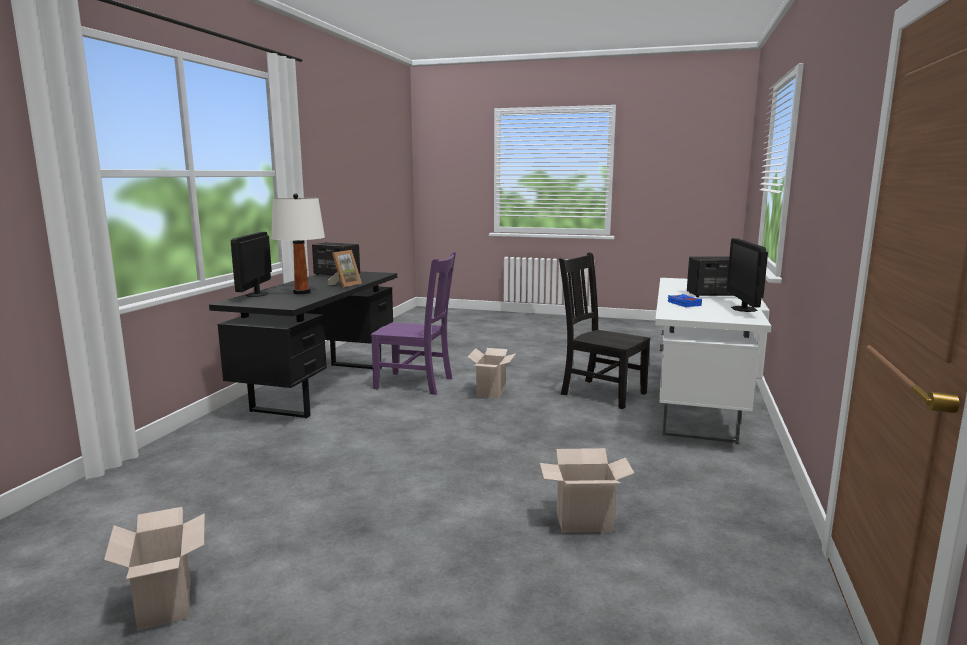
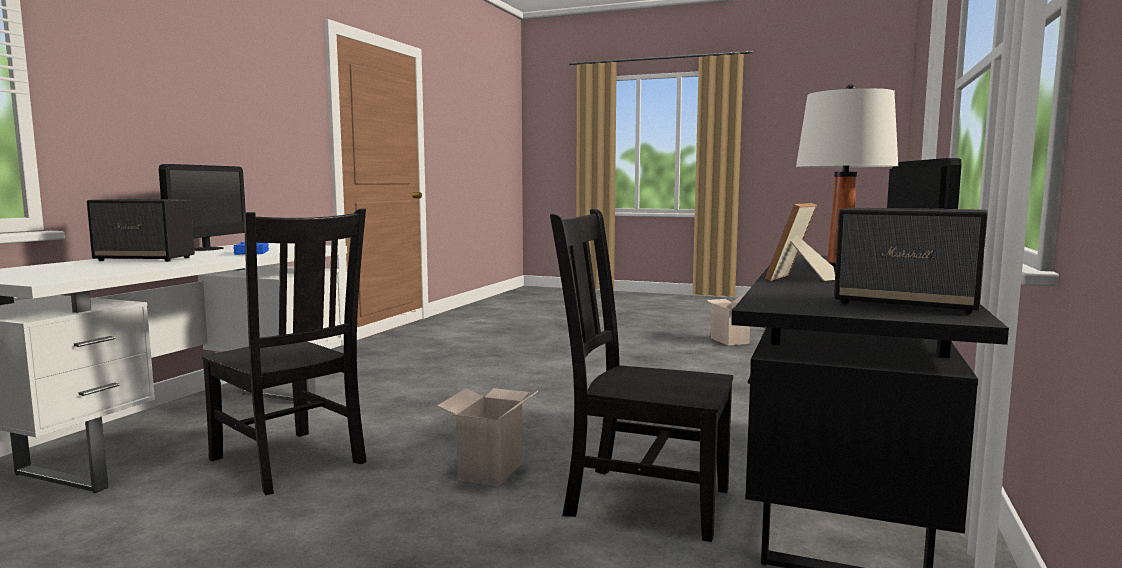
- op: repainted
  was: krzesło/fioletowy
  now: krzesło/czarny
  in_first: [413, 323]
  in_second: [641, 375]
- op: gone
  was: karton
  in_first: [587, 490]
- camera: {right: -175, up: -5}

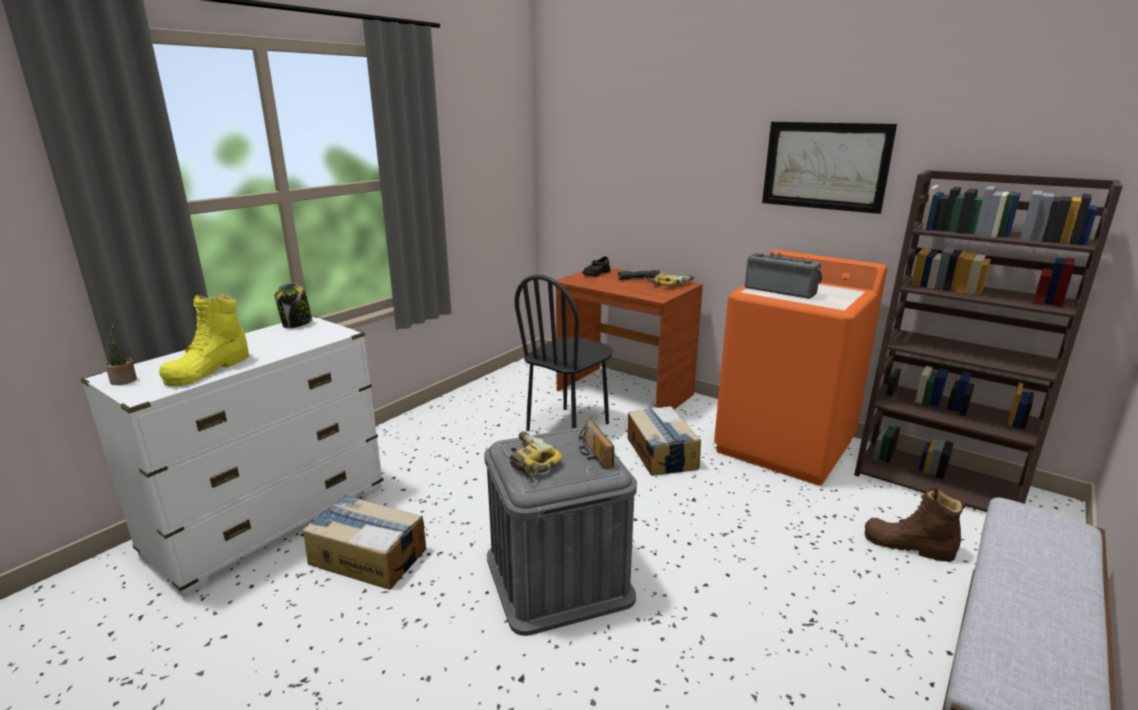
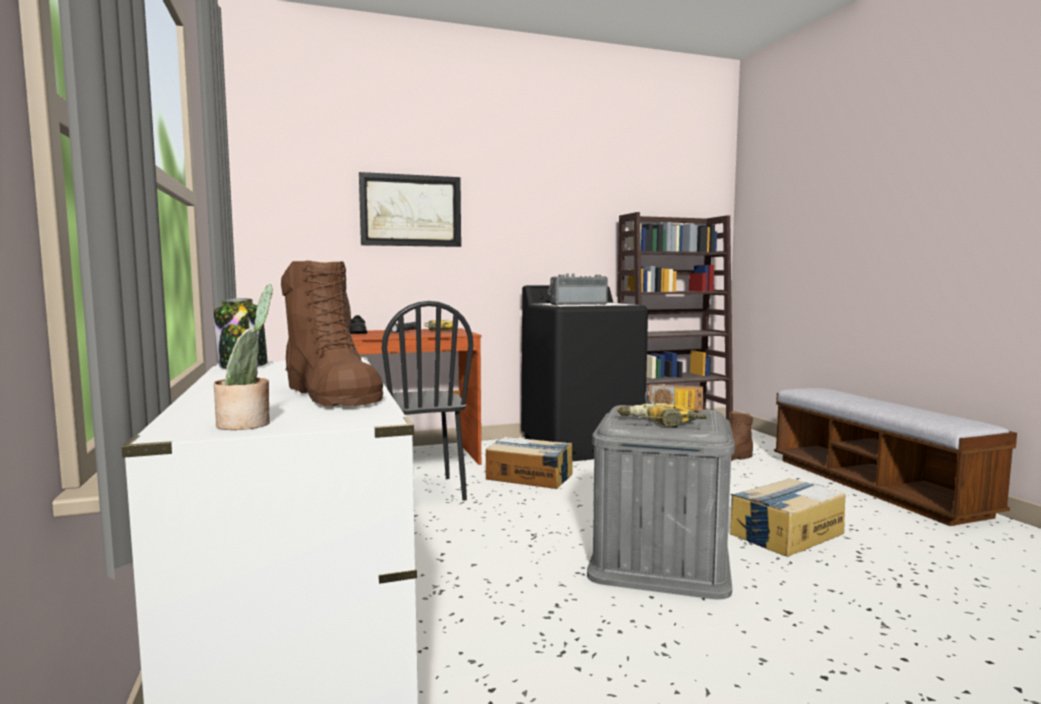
- op: repainted
  was: but z cholewką/żółty
  now: but z cholewką/brązowy
  in_first: [204, 340]
  in_second: [332, 333]
- op: shifted
  was: karton
  in_first: [364, 542]
  in_second: [787, 517]
- op: repainted
  was: pralka/pomarańczowy
  now: pralka/czarny
  in_first: [800, 368]
  in_second: [585, 373]
- op: shifted
  was: obraz
  in_first: [829, 168]
  in_second: [410, 209]
- camera: {right: -55, up: -15}

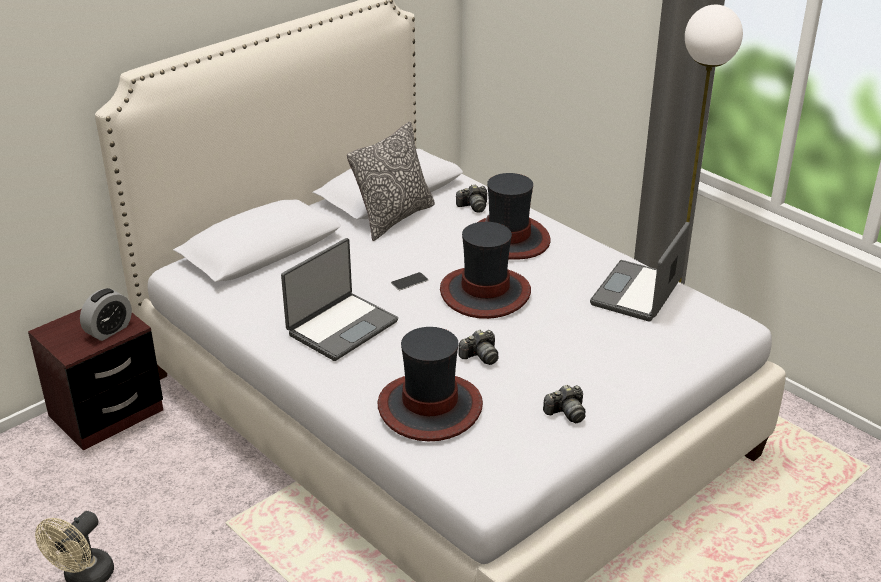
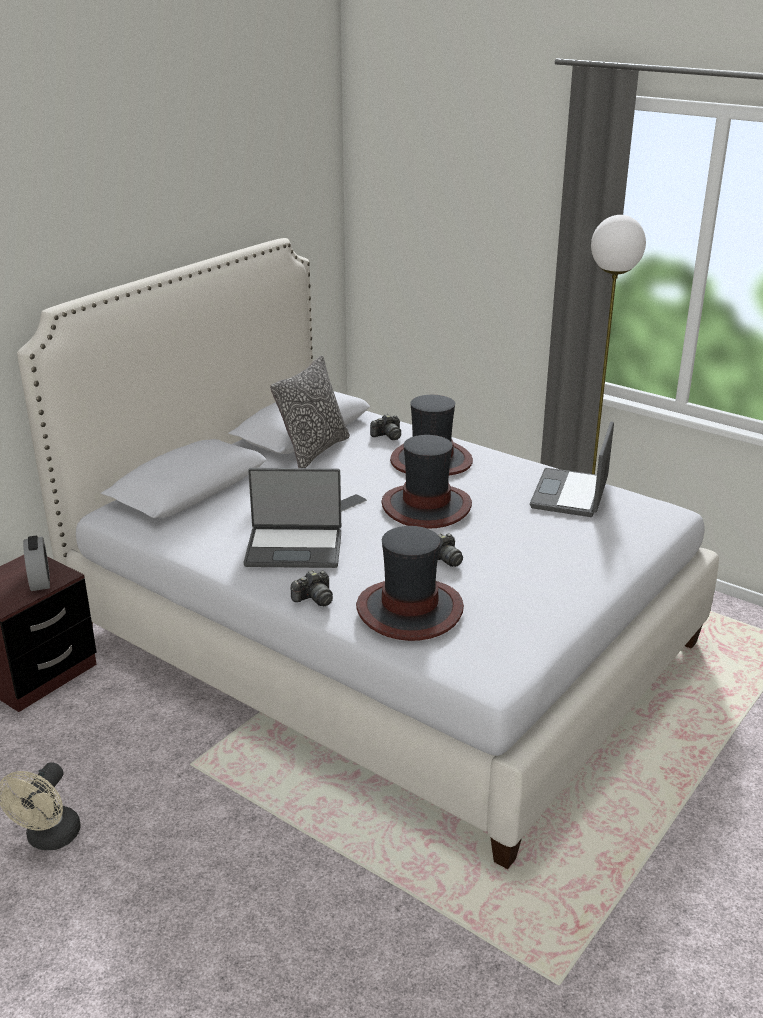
- op: rotated
  was: budzik
  in_first: [106, 314]
  in_second: [36, 563]
  clockwise: -45
- op: rotated
  was: laptop
  in_first: [339, 299]
  in_second: [292, 518]
  clockwise: 60
- op: shifted
  was: aparat fotograficzny
  in_first: [564, 404]
  in_second: [312, 588]
- camera: {right: -10, up: -5}

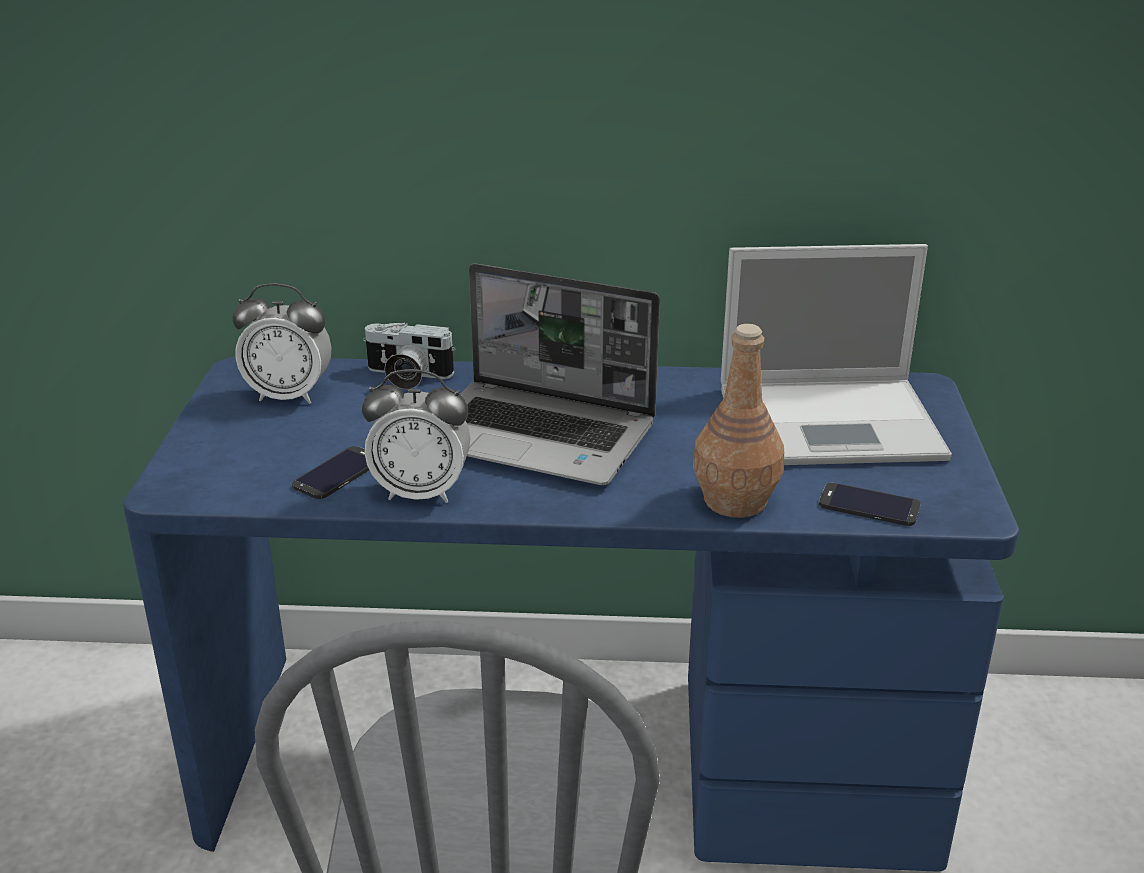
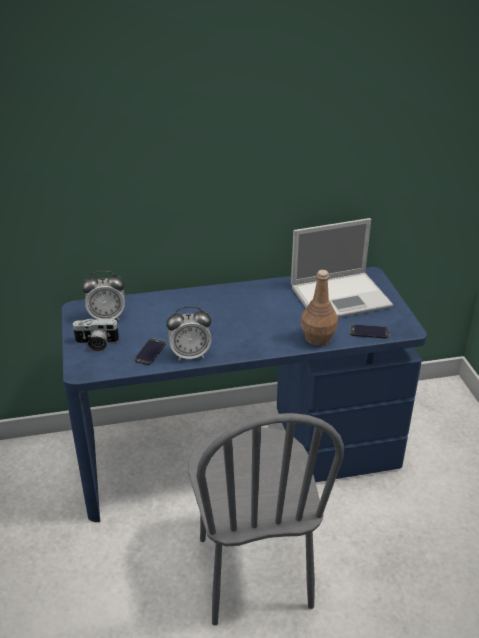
- op: shifted
  was: aparat fotograficzny
  in_first: [409, 356]
  in_second: [95, 335]
- op: gone
  was: laptop
  in_first: [560, 374]
- camera: {right: -15, up: 5}

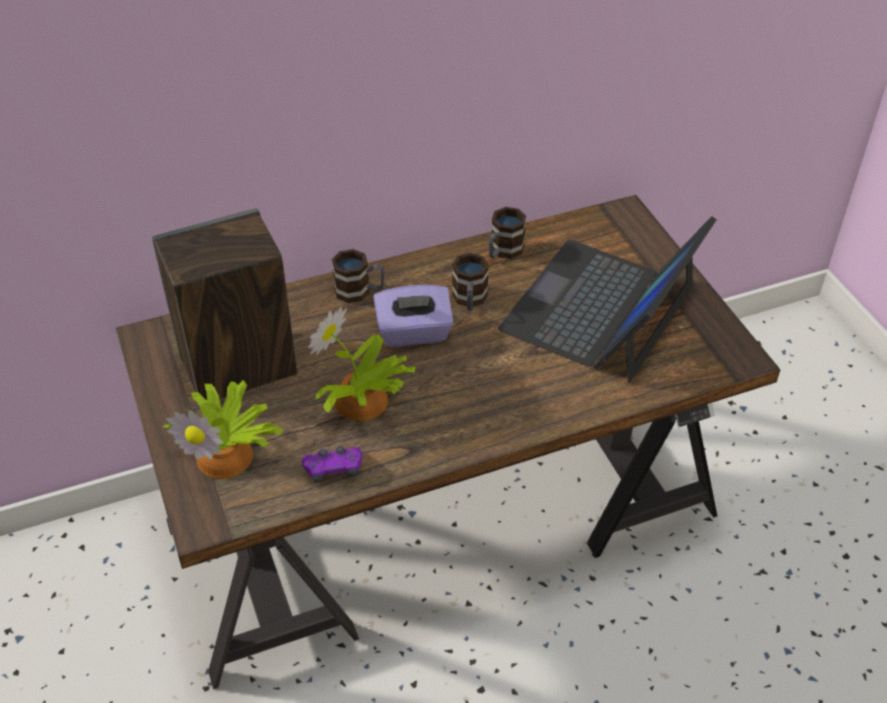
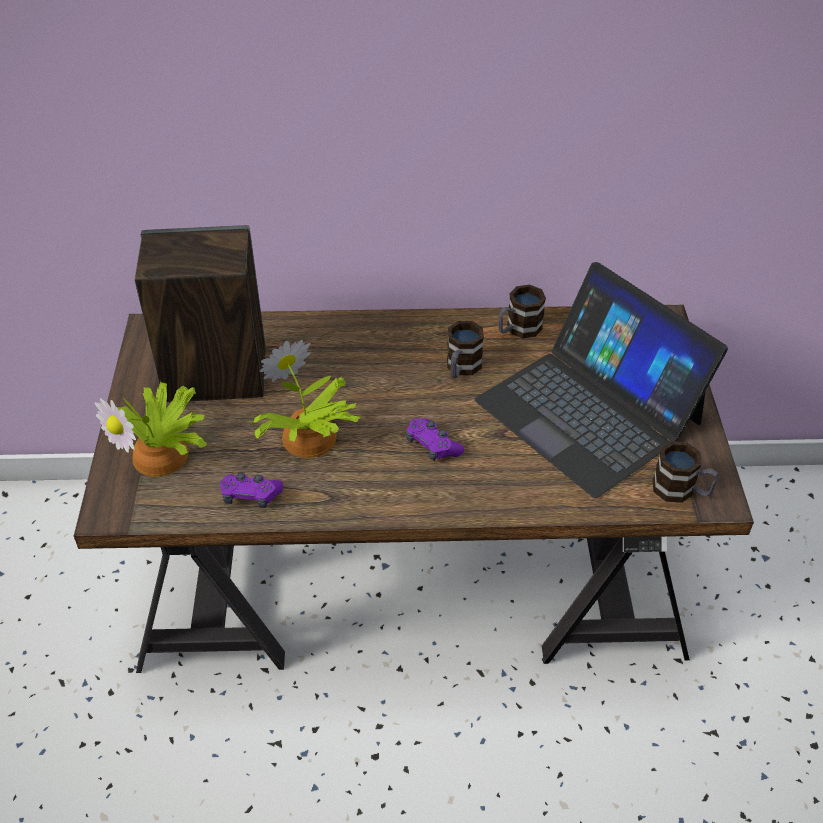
- op: shifted
  was: kubek
  in_first: [358, 276]
  in_second: [685, 472]
- op: gone
  was: pudełko chusteczek/fioletowy
  in_first: [414, 316]
- op: rotated
  was: laptop
  in_first: [607, 299]
  in_second: [601, 380]
  clockwise: -90
- op: new
  now: pad do gier/fioletowy
  in_second: [435, 440]
- camera: {right: 20, up: 0}

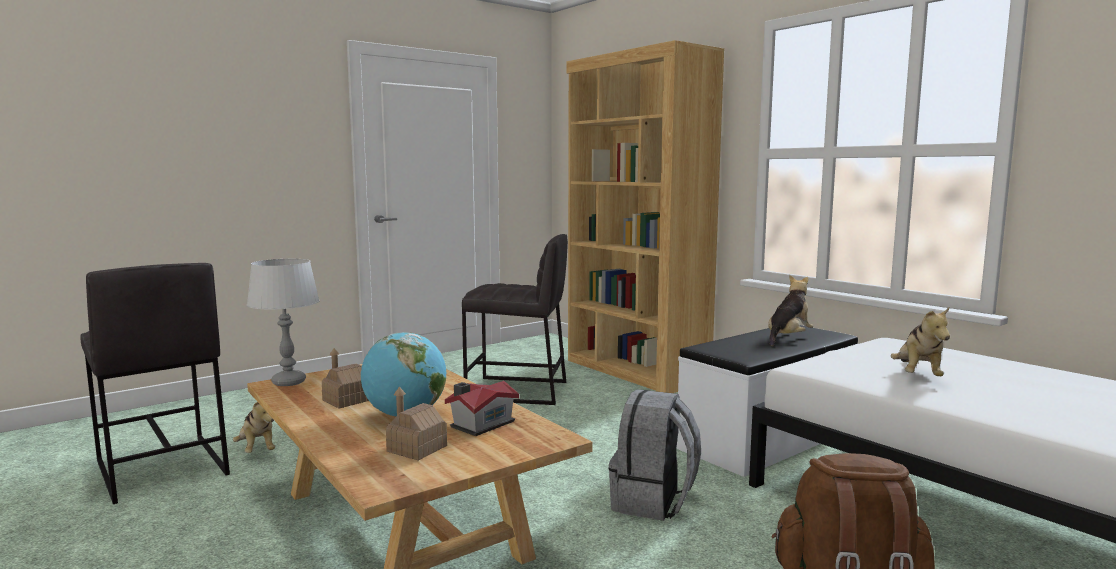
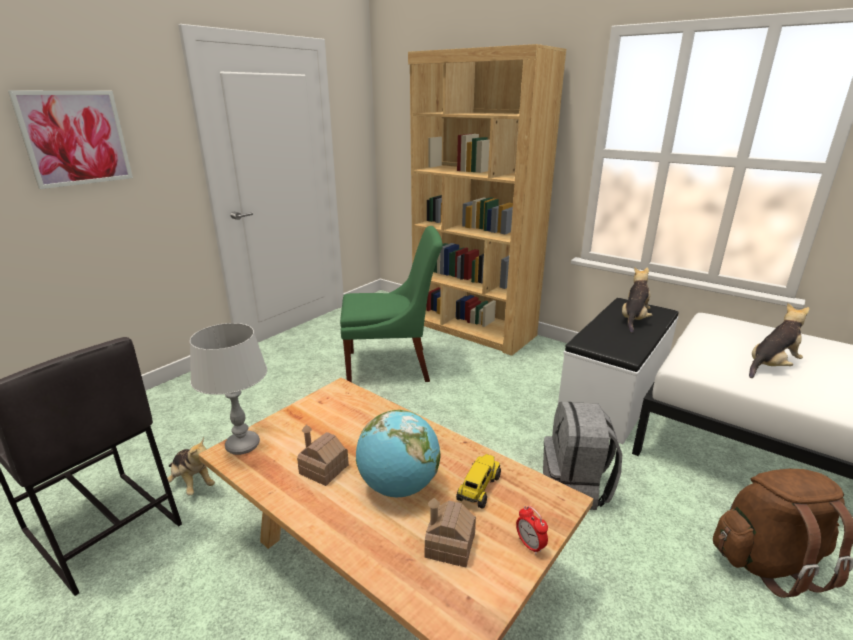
- op: swapped
  was: domek
  now: ciężarówka zabawkowa
  in_first: [482, 408]
  in_second: [478, 481]
- op: swapped
  was: stołek/szary
  now: krzesło/zielony
  in_first: [515, 319]
  in_second: [391, 304]
- op: rotated
  was: pluszak
  in_first: [920, 341]
  in_second: [779, 340]
  clockwise: -120
- op: new
  now: obraz
  in_second: [70, 140]
- op: new
  now: budzik
  in_second: [532, 530]
- camera: {right: -15, up: 15}

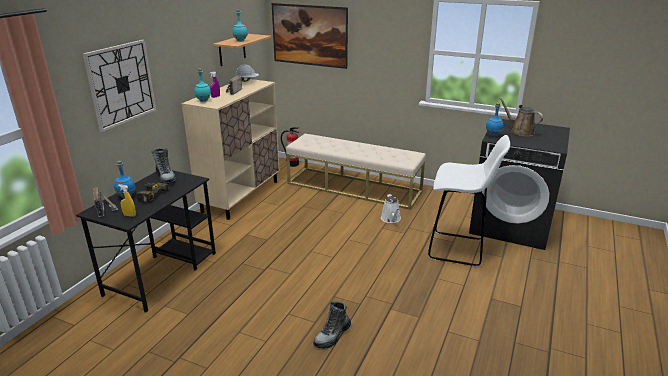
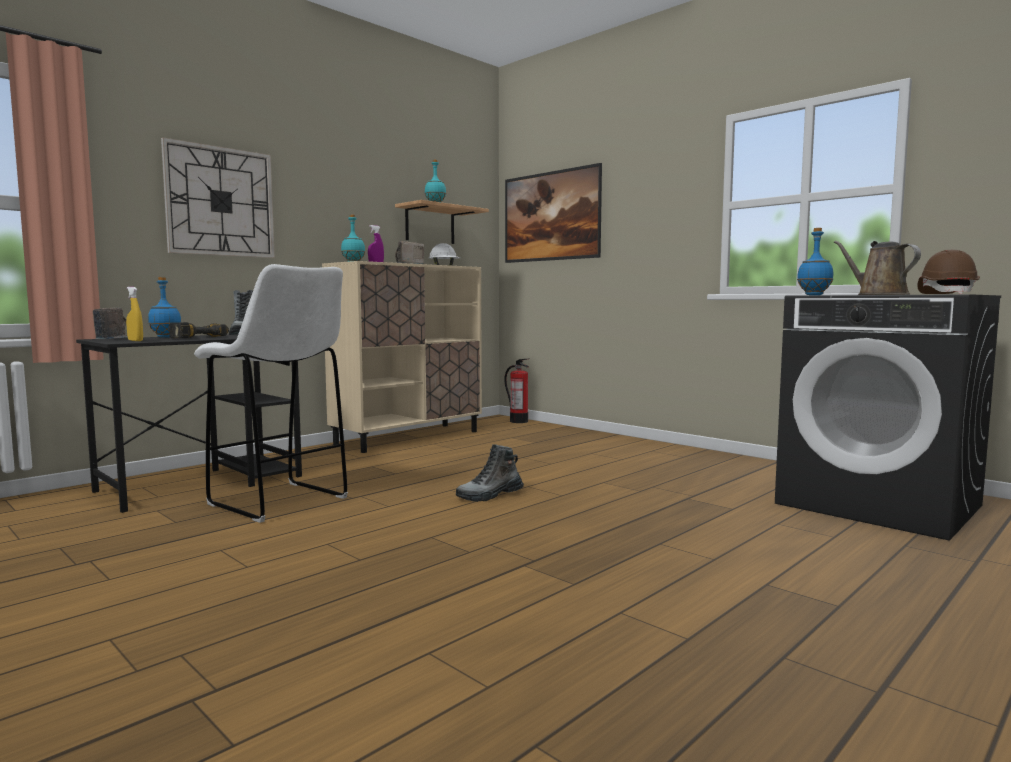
- op: gone
  was: ławka/beżowy
  in_first: [356, 172]
- op: shifted
  was: but z cholewką
  in_first: [332, 325]
  in_second: [490, 473]
- op: gone
  was: konewka/biały
  in_first: [391, 208]
- op: shifted
  was: stołek/biały
  in_first: [469, 201]
  in_second: [271, 393]
- op: new
  now: kask/brązowy
  in_second: [948, 272]
- camera: {right: 20, up: -20}

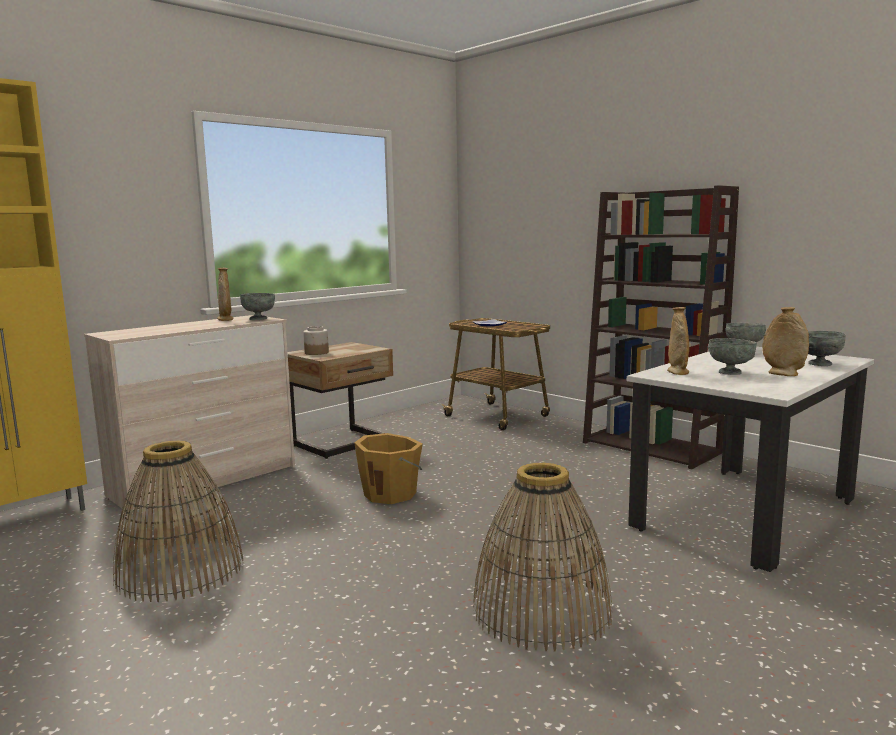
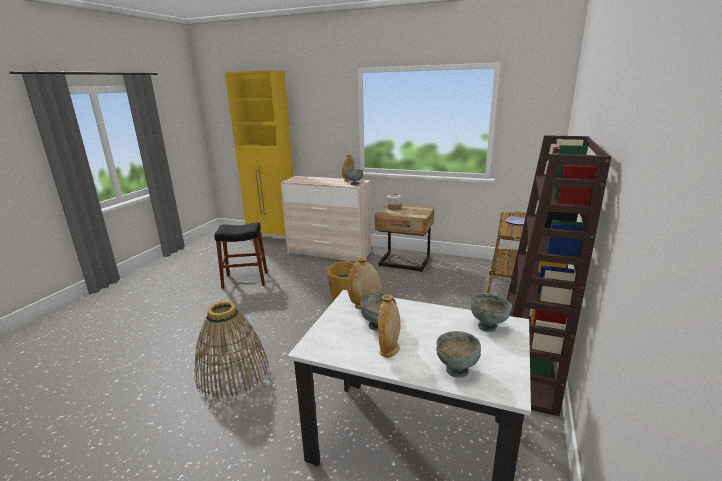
- op: swapped
  was: koszyk
  now: stołek/czarny
  in_first: [178, 521]
  in_second: [241, 256]
- camera: {right: 65, up: 10}

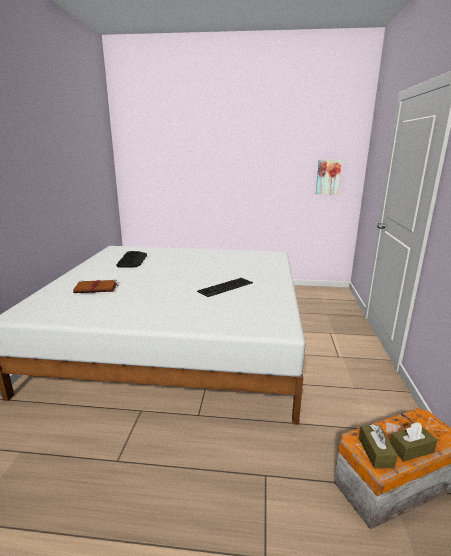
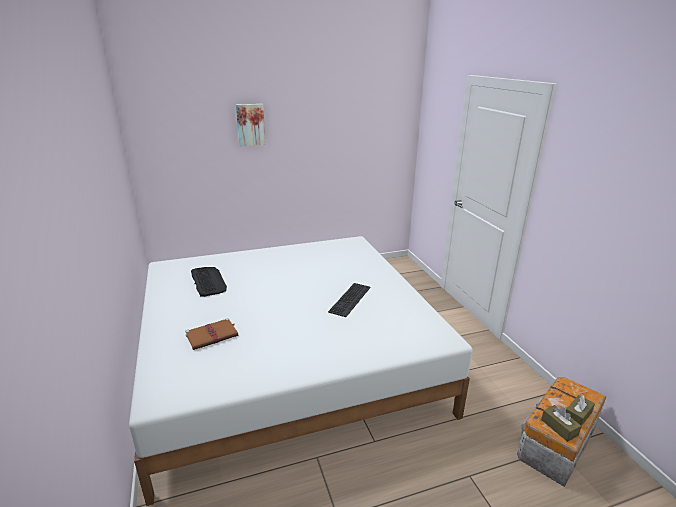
- op: shifted
  was: obraz
  in_first: [329, 177]
  in_second: [251, 125]
- camera: {right: -25, up: 5}

